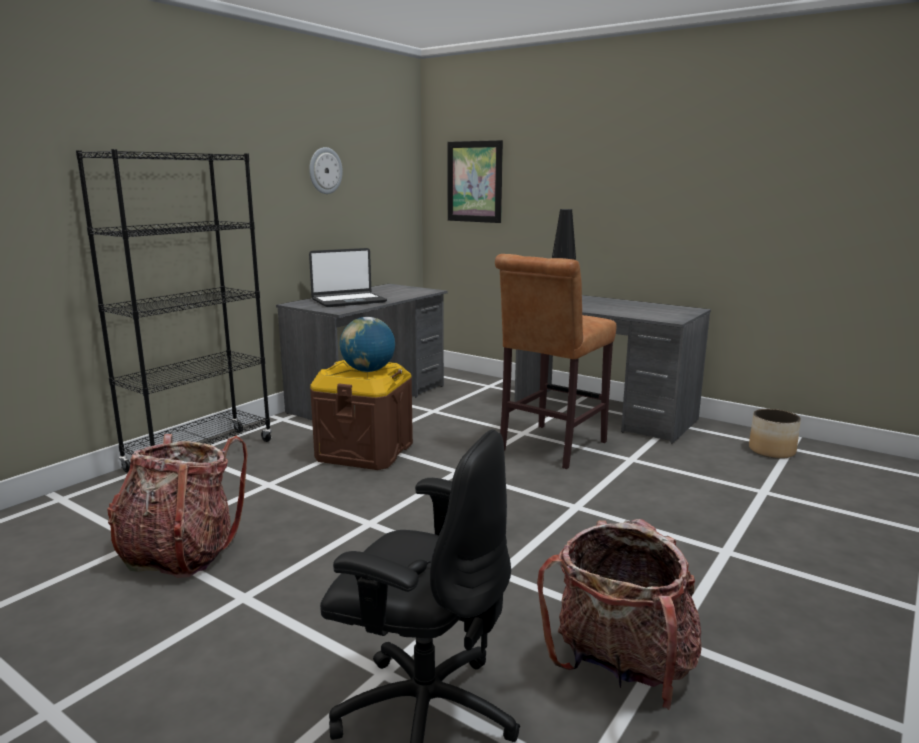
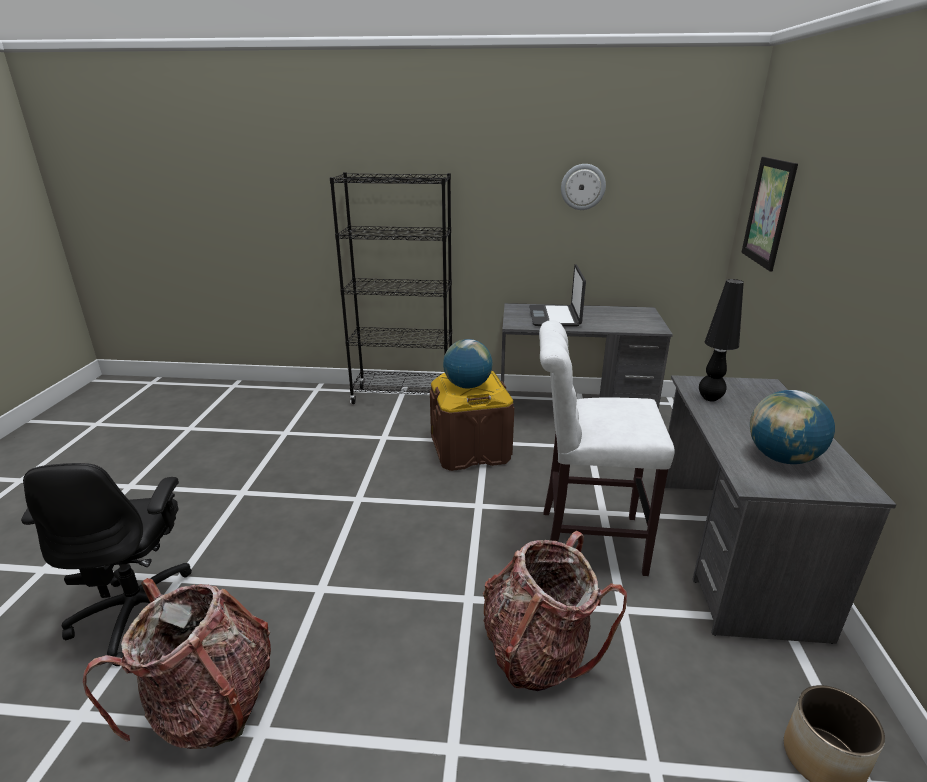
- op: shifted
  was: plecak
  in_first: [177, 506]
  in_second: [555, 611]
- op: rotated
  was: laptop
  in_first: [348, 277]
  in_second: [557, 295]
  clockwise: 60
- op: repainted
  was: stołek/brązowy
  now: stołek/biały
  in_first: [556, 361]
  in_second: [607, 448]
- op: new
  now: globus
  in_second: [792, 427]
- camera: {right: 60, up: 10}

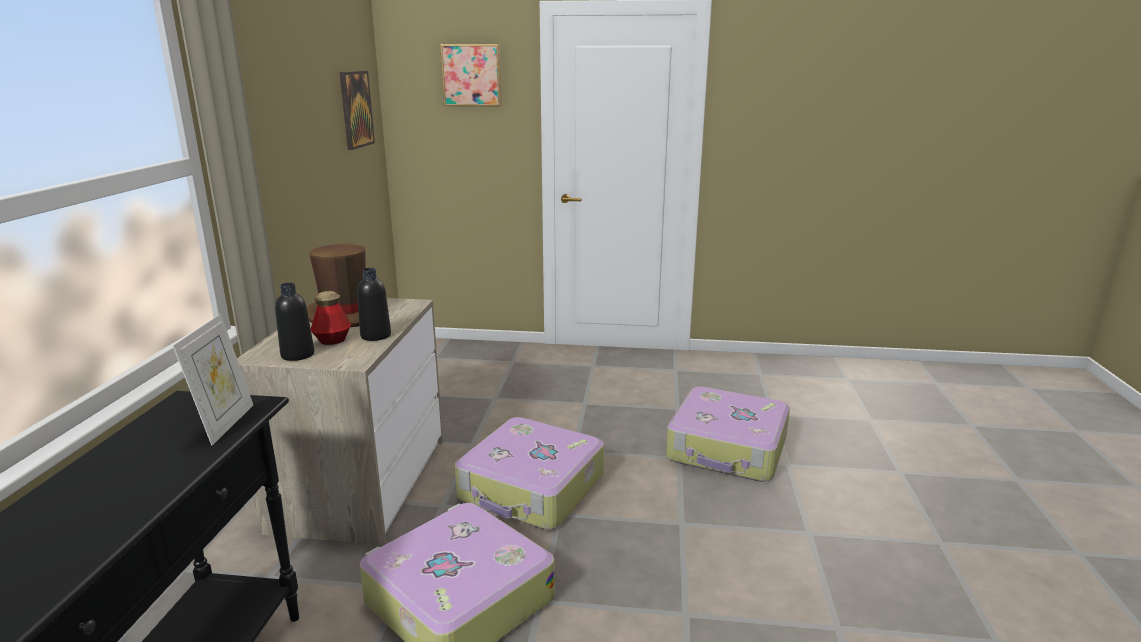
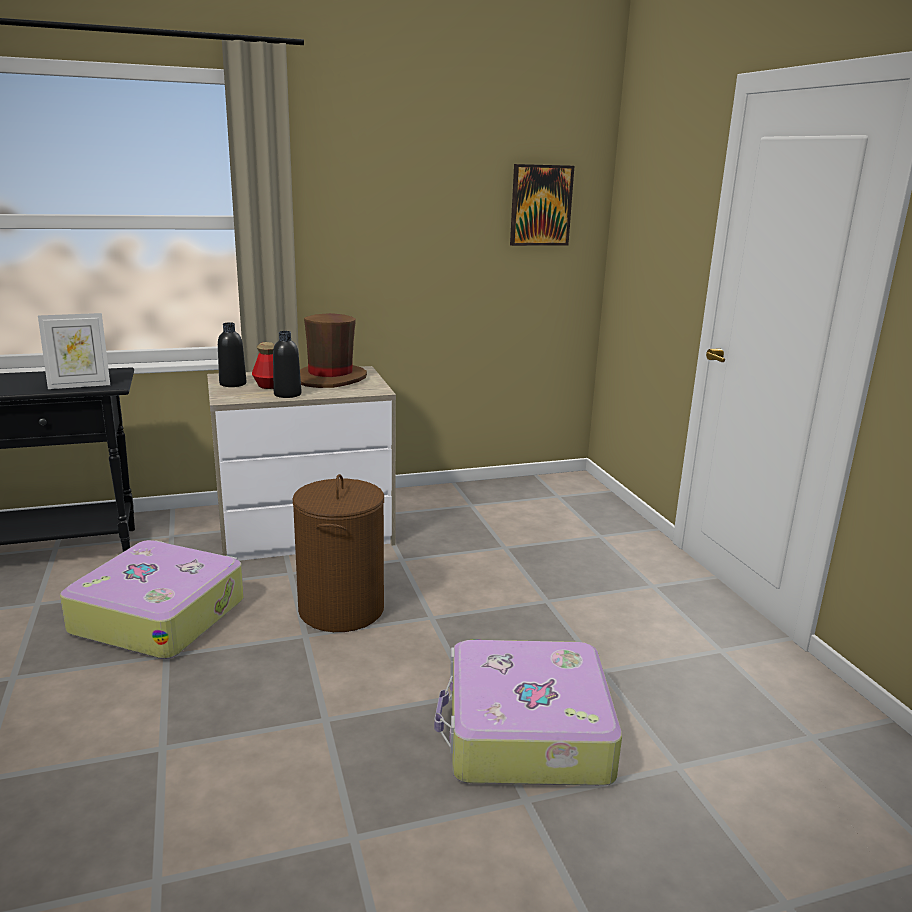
- op: gone
  was: obraz
  in_first: [471, 75]
- op: swapped
  was: walizka
  now: kosz na pranie/brązowy
  in_first: [529, 473]
  in_second: [338, 553]
- camera: {right: 65, up: 0}

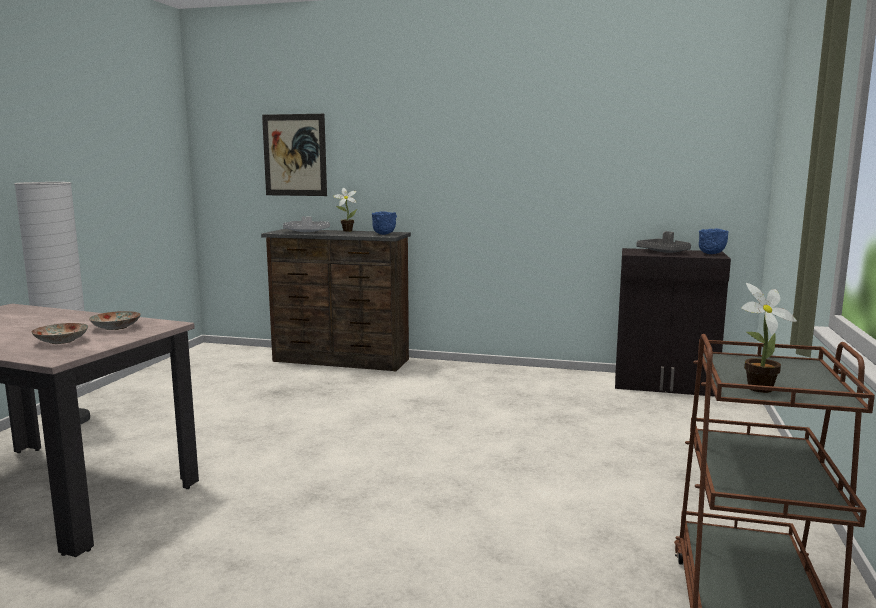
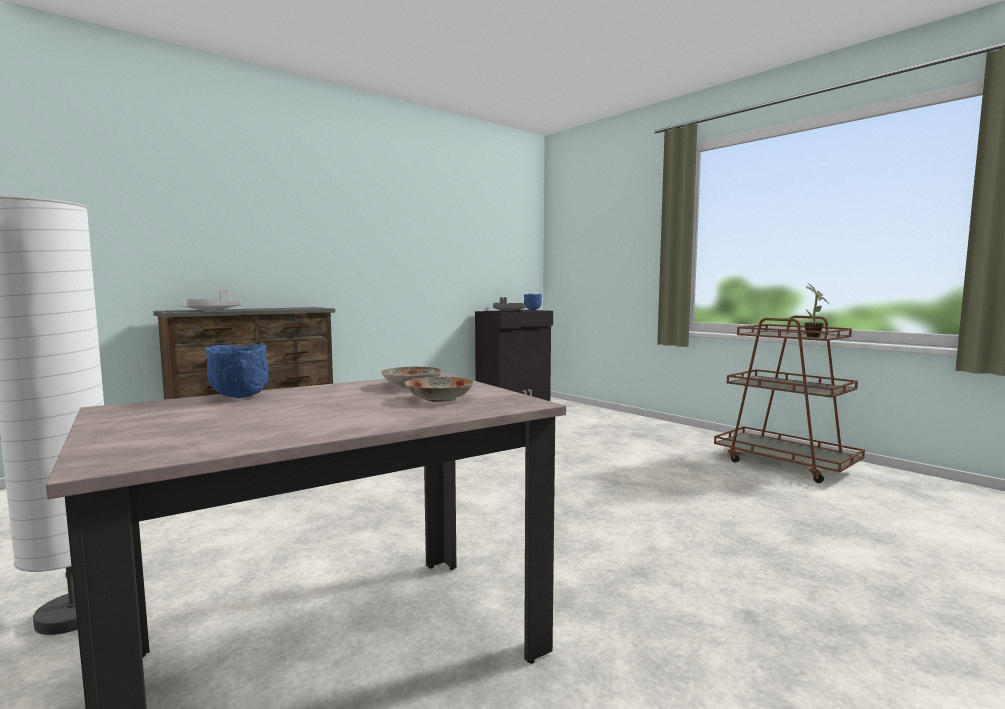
- op: gone
  was: obraz
  in_first: [294, 155]
- op: gone
  was: roślina doniczkowa
  in_first: [345, 210]
- op: shifted
  was: miska/niebieski
  in_first: [384, 223]
  in_second: [237, 371]
- camera: {right: -55, up: -5}

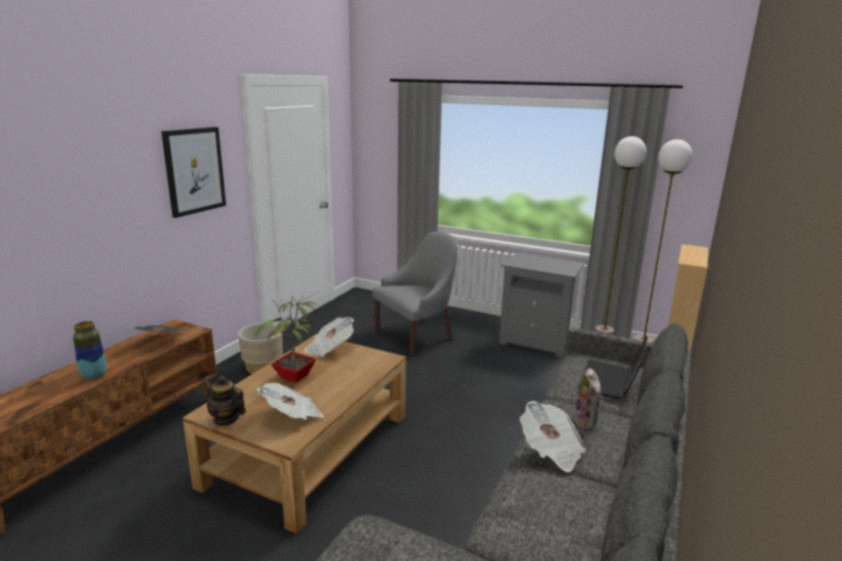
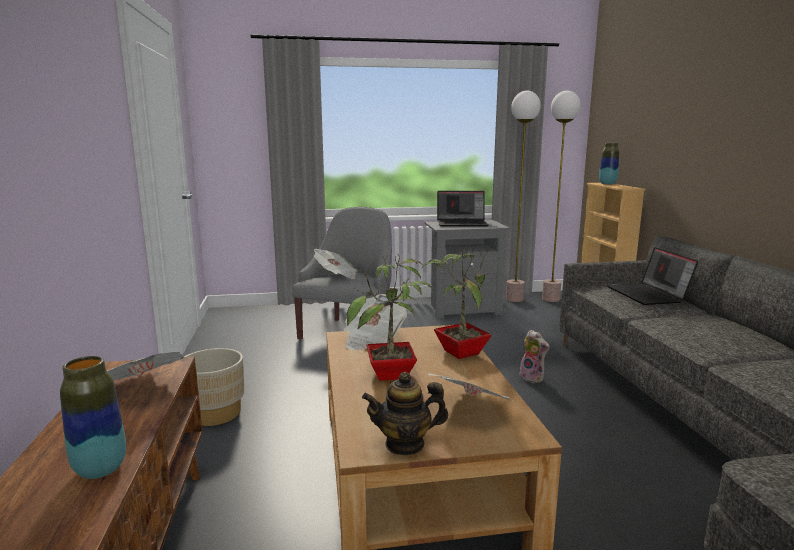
- op: gone
  was: obraz
  in_first: [193, 172]
- op: shifted
  was: gazeta
  in_first: [553, 436]
  in_second: [335, 264]
- op: shifted
  was: pluszak
  in_first: [588, 399]
  in_second: [534, 356]
- op: new
  now: roślina doniczkowa
  in_second: [456, 303]
- op: new
  now: laptop
  in_second: [462, 209]
- op: new
  now: wazon
  in_second: [609, 164]
- camera: {right: -35, up: -5}

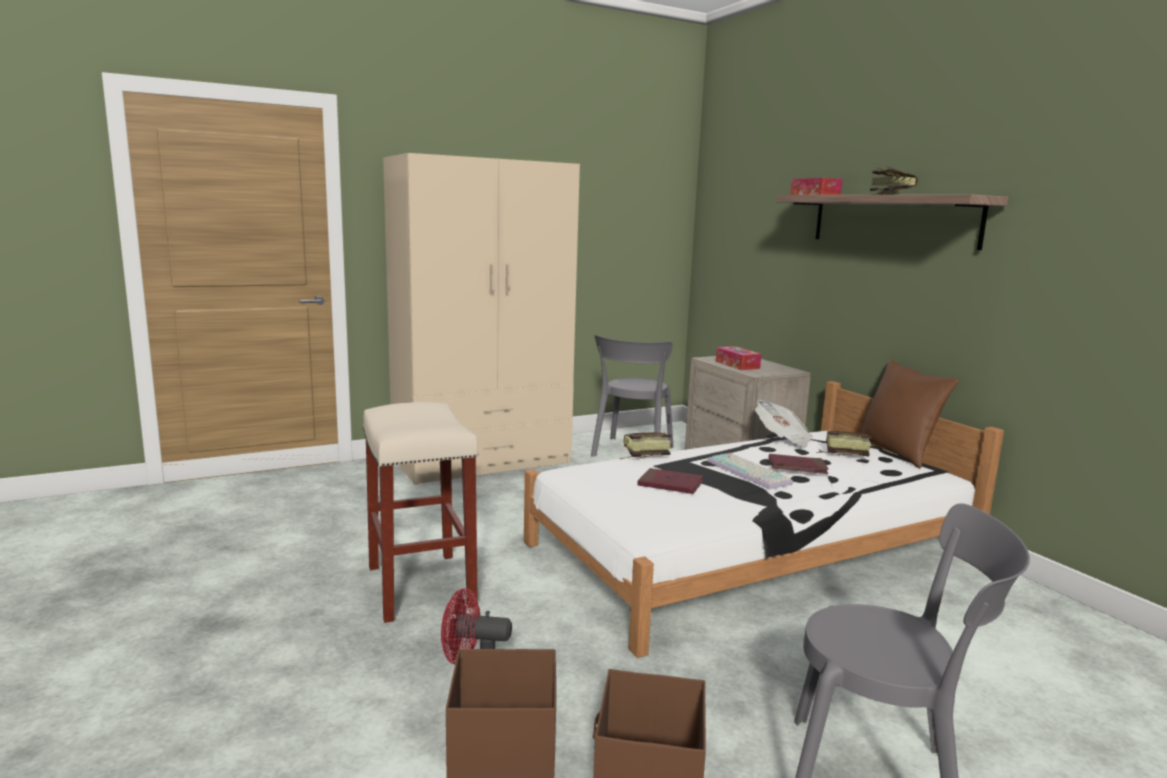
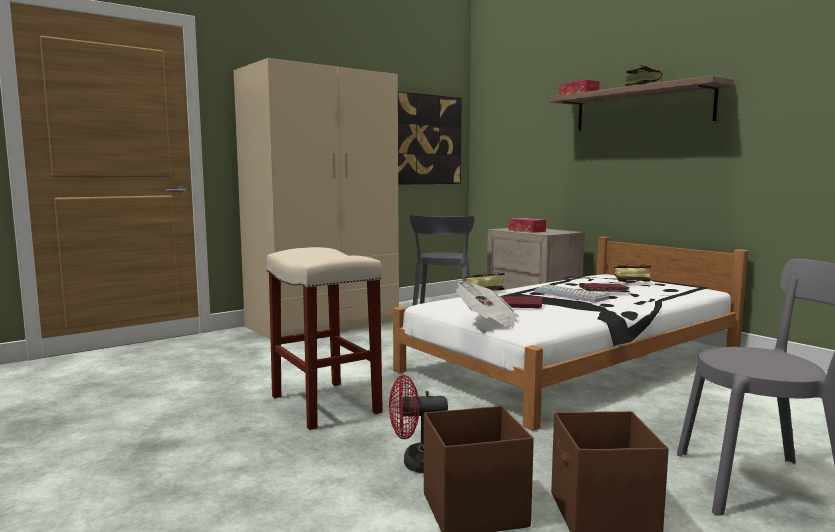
- op: shifted
  was: gazeta
  in_first: [784, 424]
  in_second: [487, 304]
- op: gone
  was: poduszka/brązowy
  in_first: [910, 413]
- op: new
  now: obraz
  in_second: [430, 138]
- camera: {right: -10, up: -5}

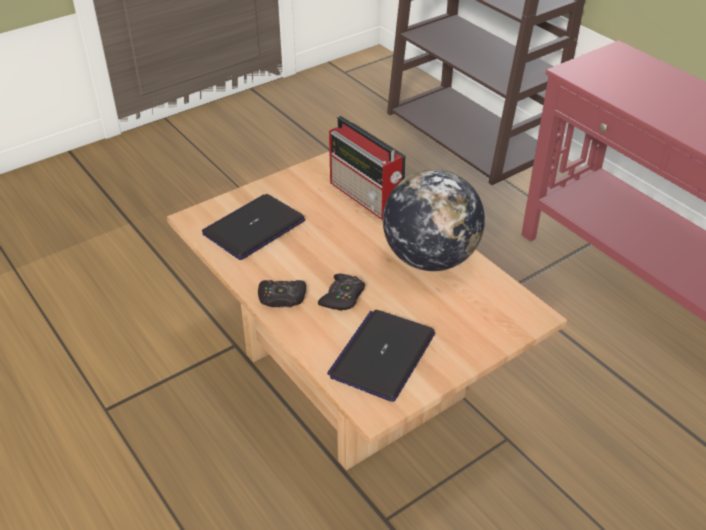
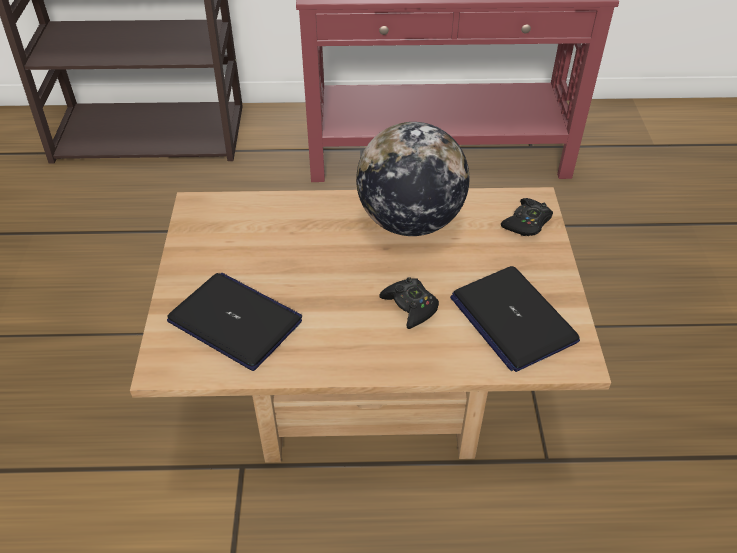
- op: rotated
  was: laptop
  in_first: [253, 227]
  in_second: [234, 322]
  clockwise: 135
- op: shifted
  was: pad do gier/czarny
  in_first: [282, 293]
  in_second: [527, 217]
- op: gone
  was: radio
  in_first: [367, 168]
- camera: {right: -55, up: 5}

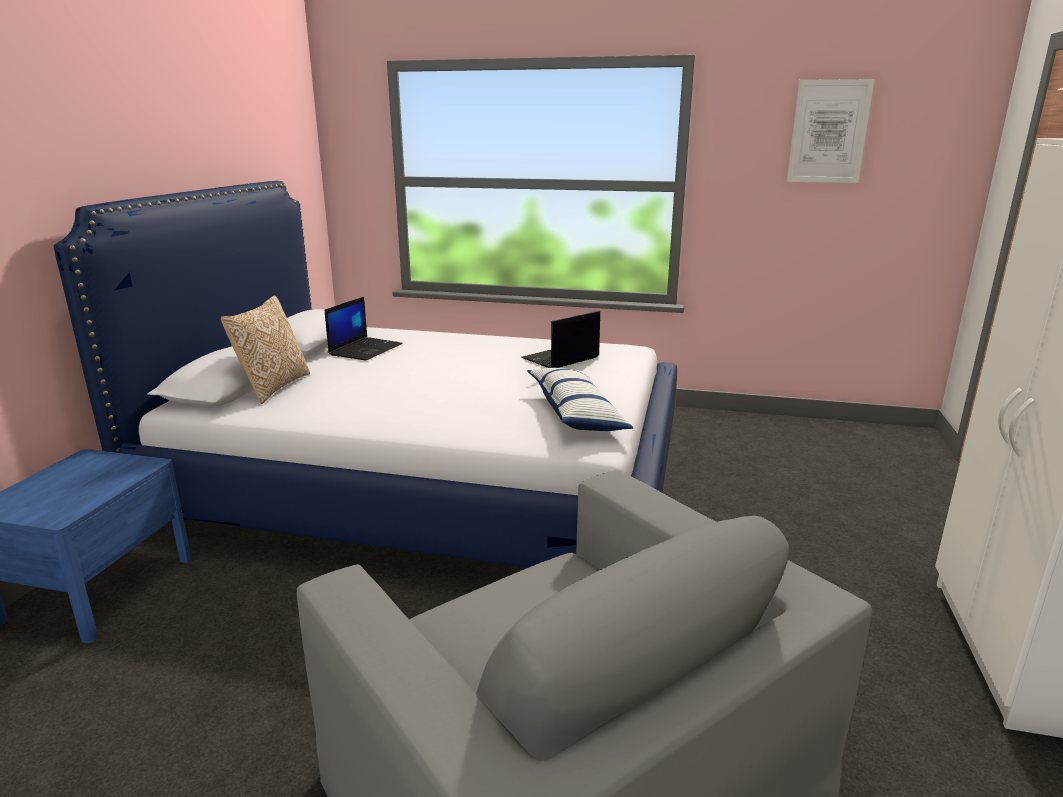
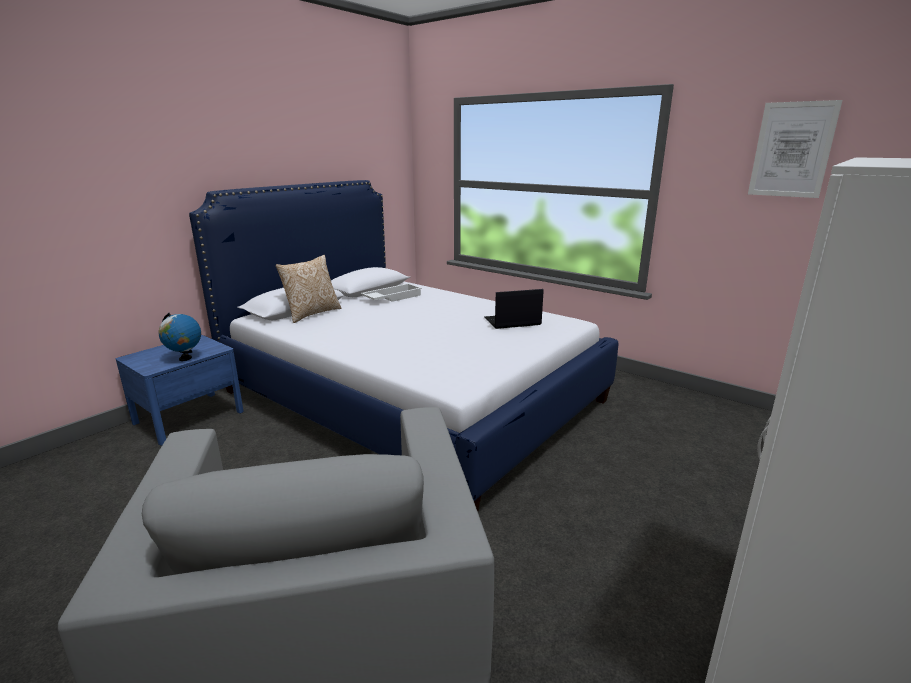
- op: swapped
  was: laptop
  now: taca/biały
  in_first: [364, 329]
  in_second: [391, 292]
- op: gone
  was: poduszka
  in_first: [580, 399]
- op: new
  now: globus
  in_second: [180, 337]
- camera: {right: 25, up: 0}

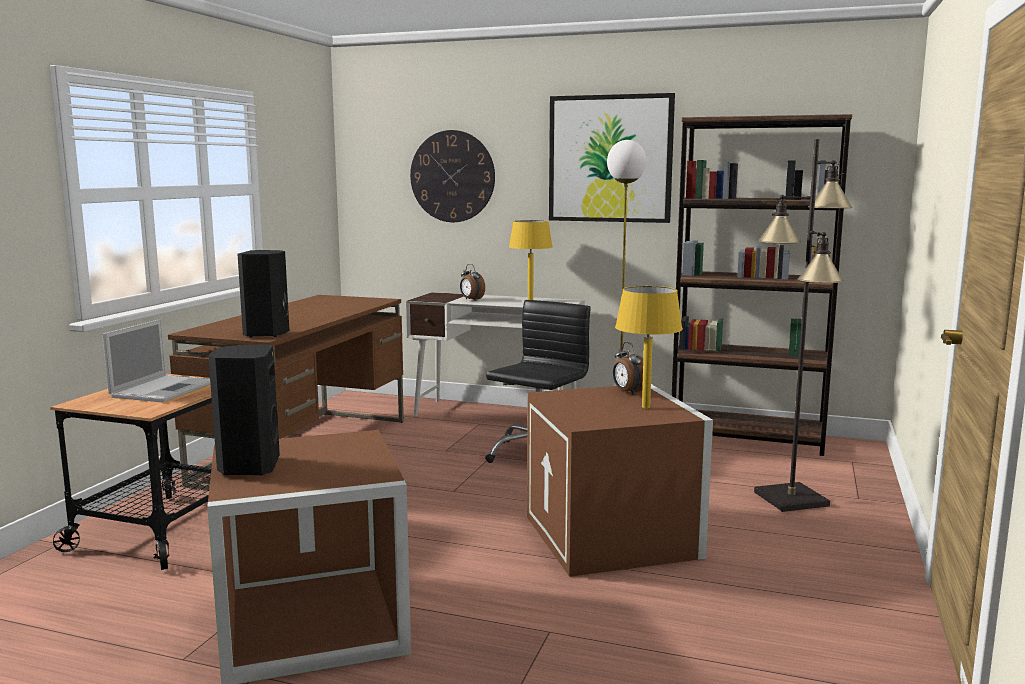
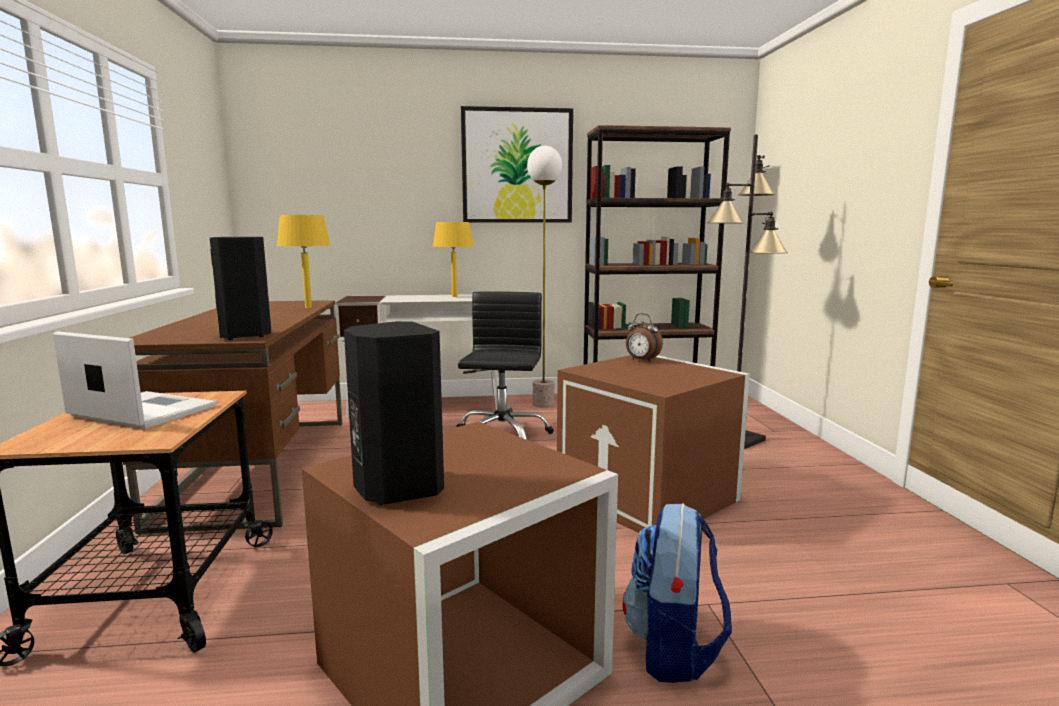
- op: rotated
  was: laptop
  in_first: [156, 360]
  in_second: [135, 380]
  clockwise: -60
- op: gone
  was: zegar ścienny
  in_first: [452, 176]
- op: gone
  was: budzik
  in_first: [472, 282]
- op: shifted
  was: lampa stołowa/żółty
  in_first: [649, 347]
  in_second: [304, 261]
- op: new
  now: plecak
  in_second: [677, 593]
- camera: {right: -25, up: 0}

